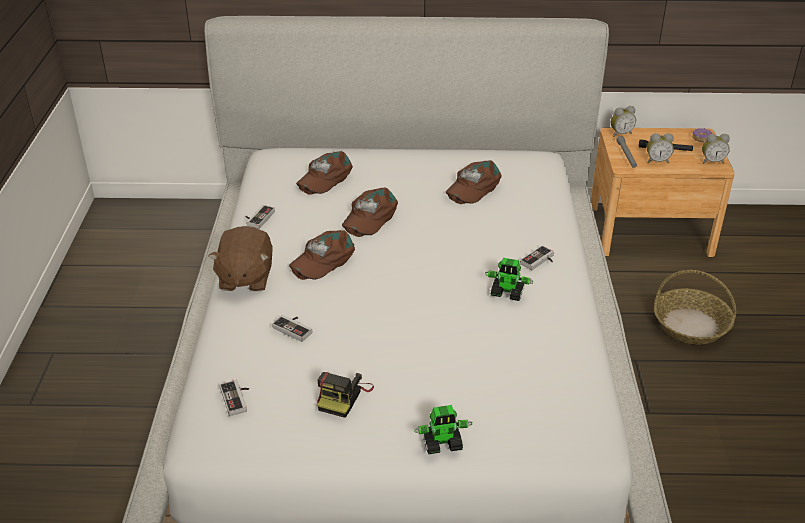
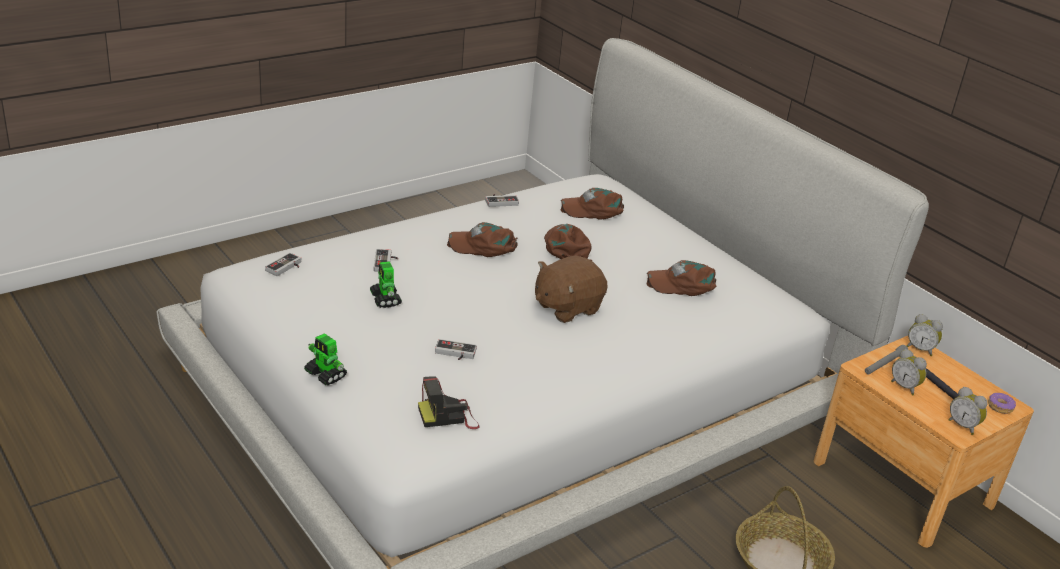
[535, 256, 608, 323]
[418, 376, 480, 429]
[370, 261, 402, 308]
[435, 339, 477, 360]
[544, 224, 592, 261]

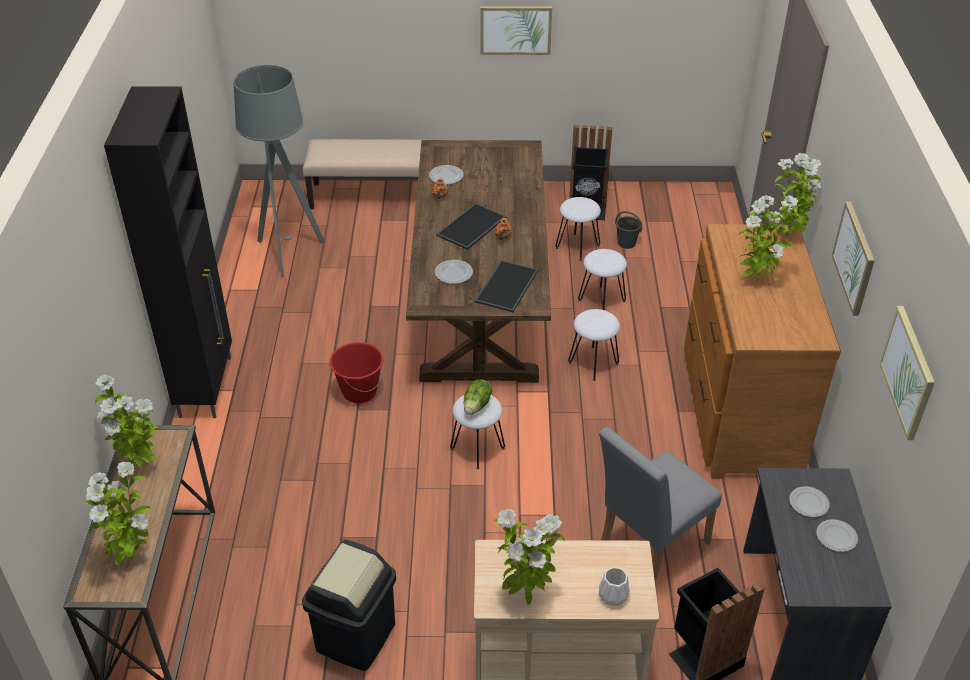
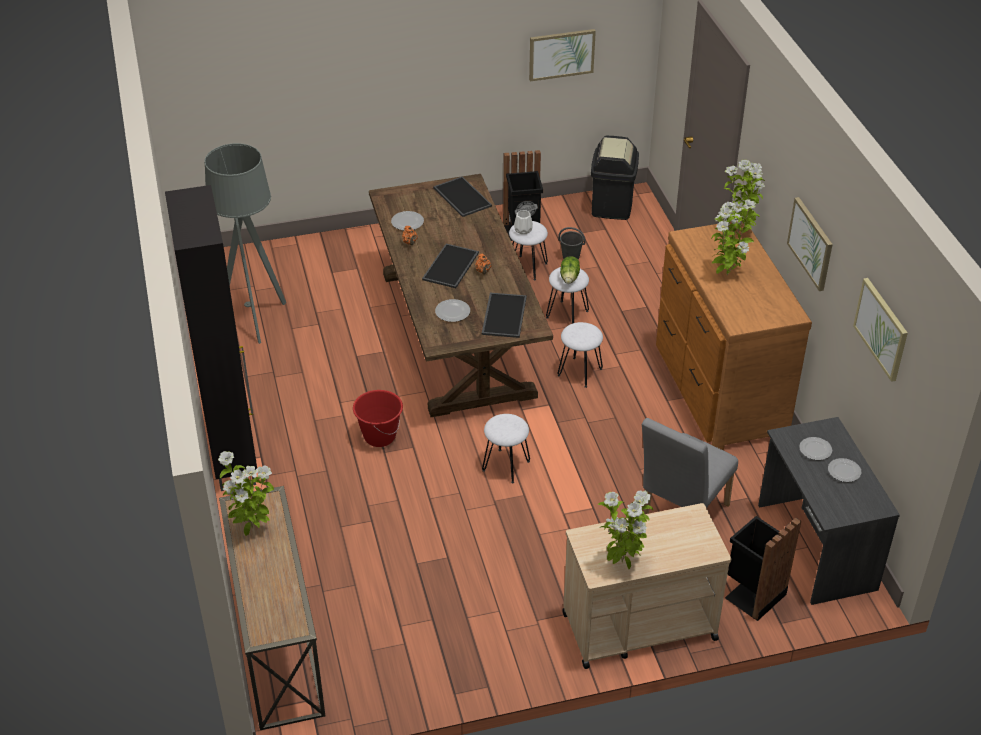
[85, 462, 151, 565] (first image)
[303, 139, 421, 209] (first image)
[433, 177, 492, 217]
[591, 136, 639, 220]
[560, 256, 580, 284]
[529, 29, 596, 82]
[514, 210, 533, 234]

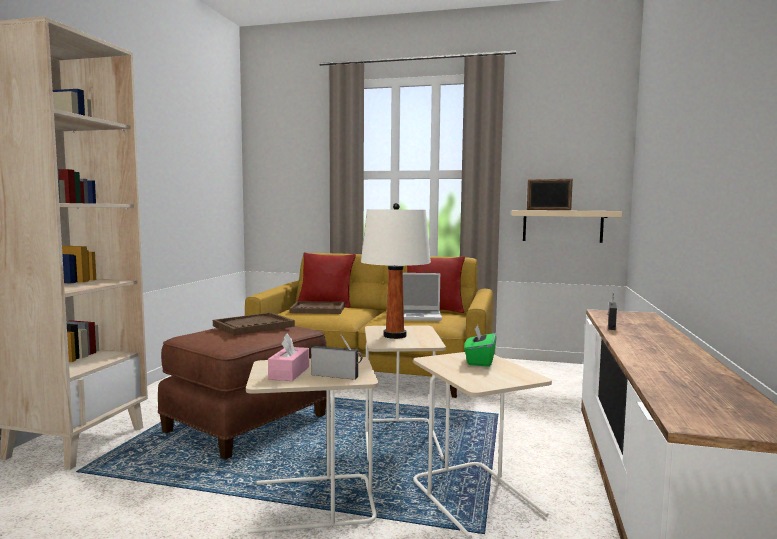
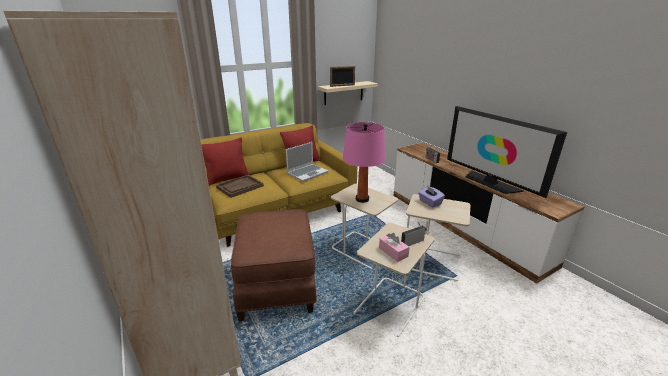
[213, 313, 295, 336] (first image)
[447, 106, 567, 198]
[343, 122, 386, 203]
[418, 186, 445, 207]

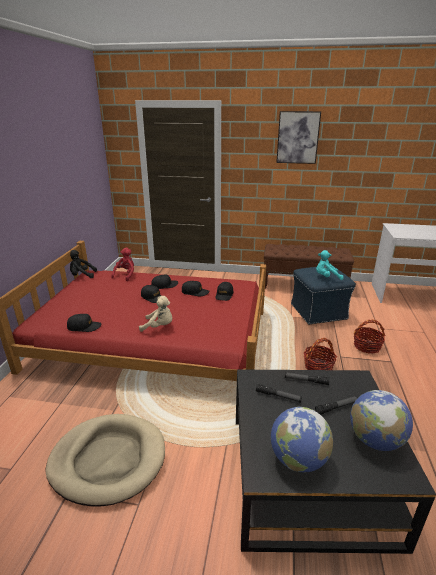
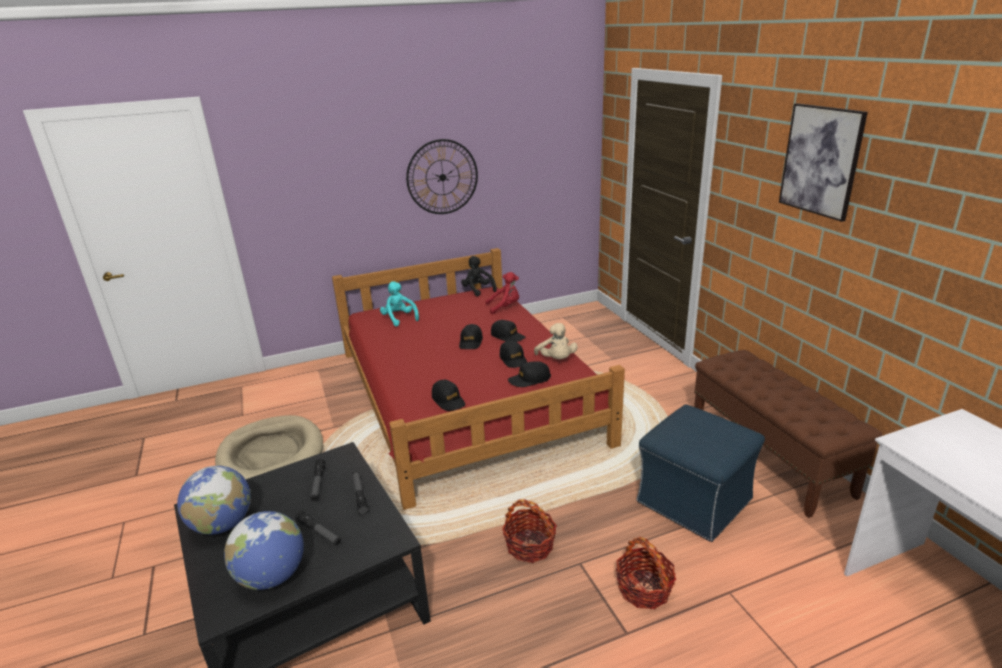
[406, 139, 478, 214]
[432, 380, 465, 411]
[534, 323, 578, 359]
[380, 281, 419, 326]

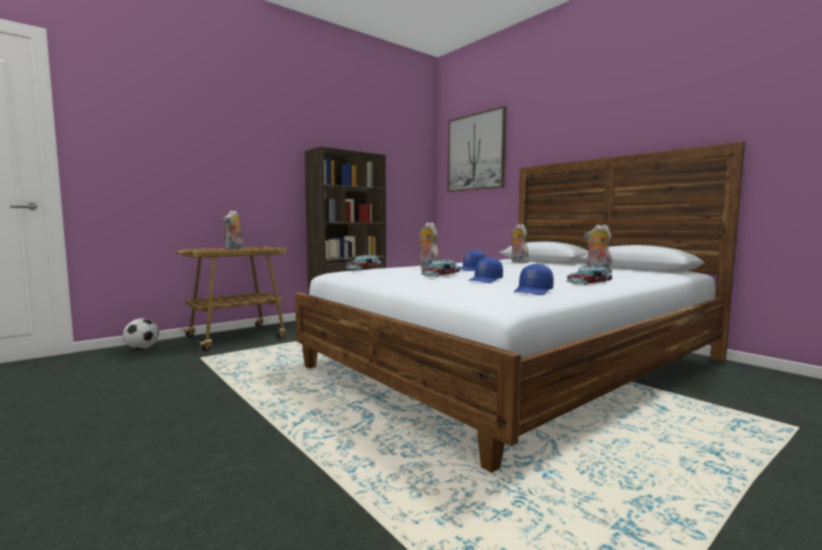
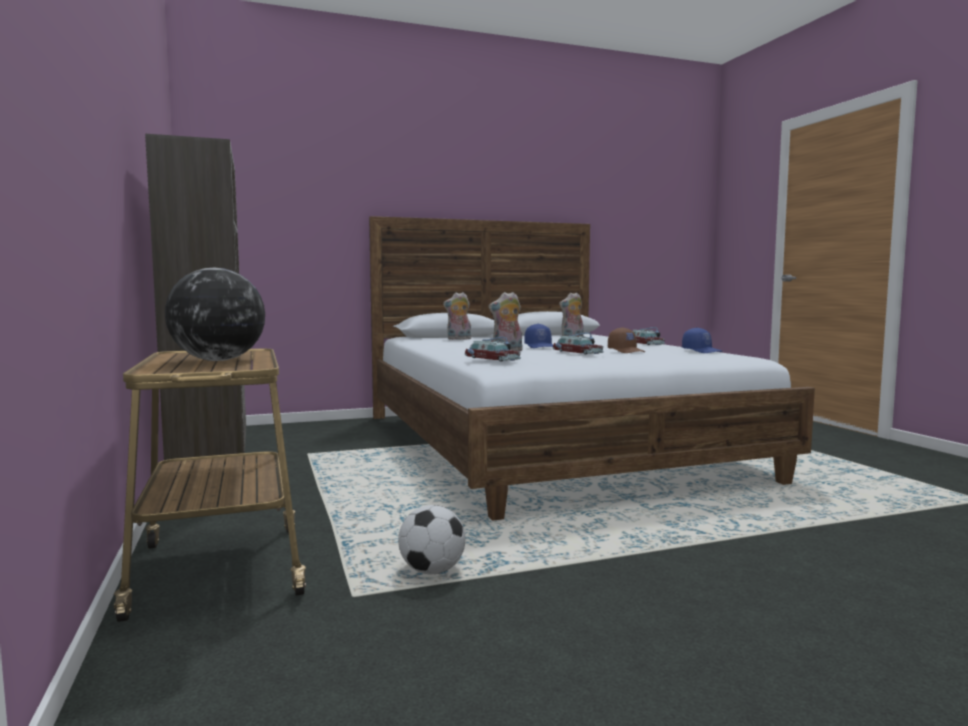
[447, 106, 507, 192] (first image)
[398, 505, 465, 574]
[165, 268, 265, 361]
[608, 327, 645, 353]

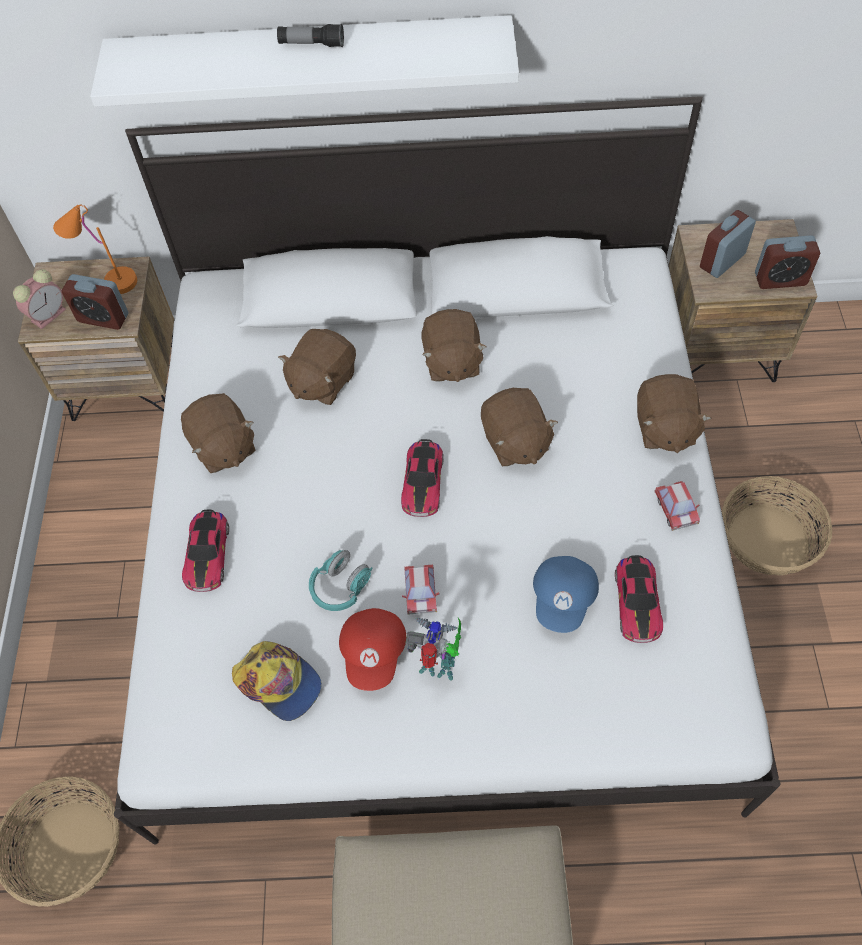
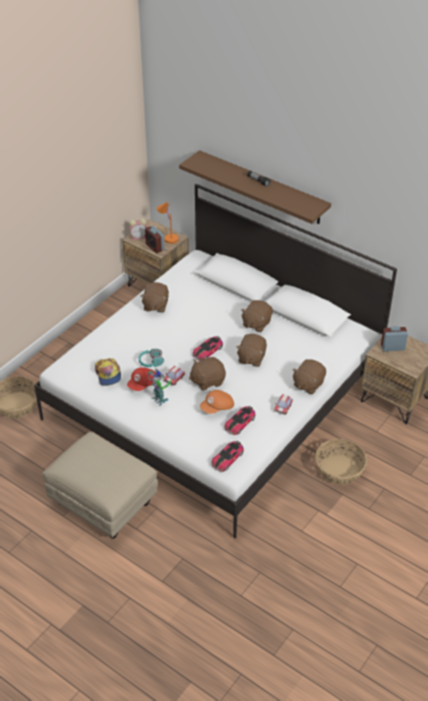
[755, 235, 820, 289] (first image)
[211, 441, 244, 472]
[189, 357, 226, 391]
[179, 150, 331, 224]
[200, 390, 234, 414]

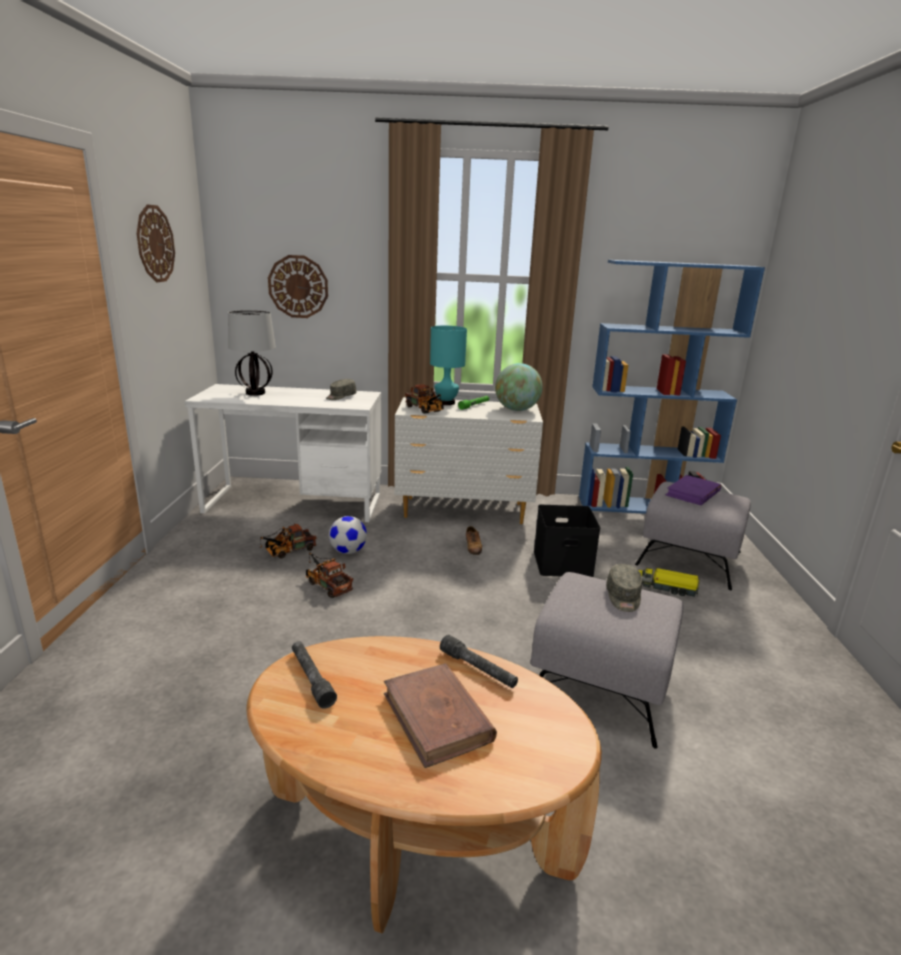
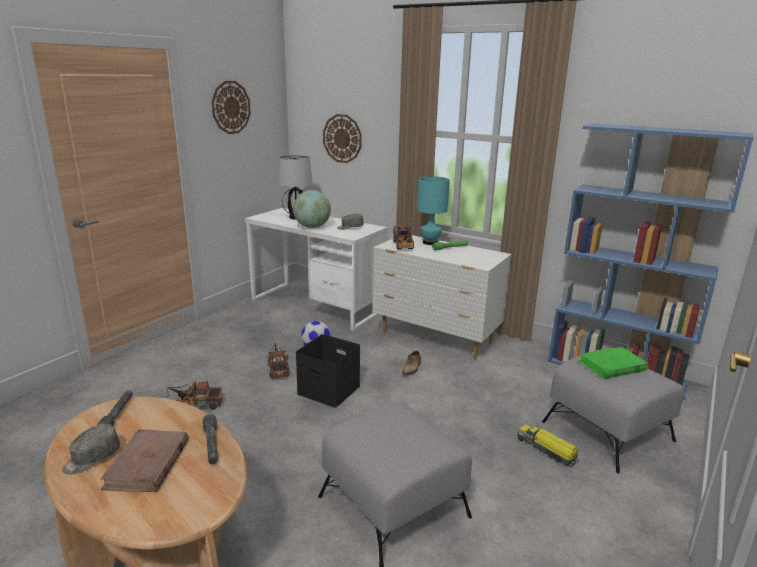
[167, 380, 223, 410]
[293, 190, 331, 228]
[296, 334, 360, 408]
[62, 424, 120, 475]
[578, 347, 648, 379]

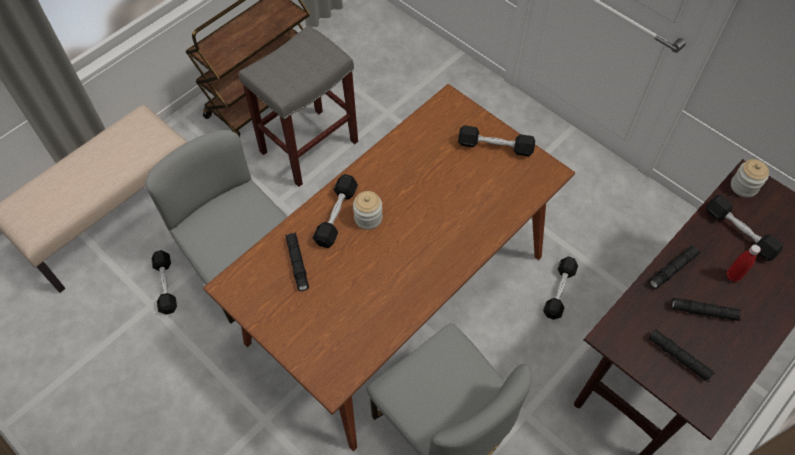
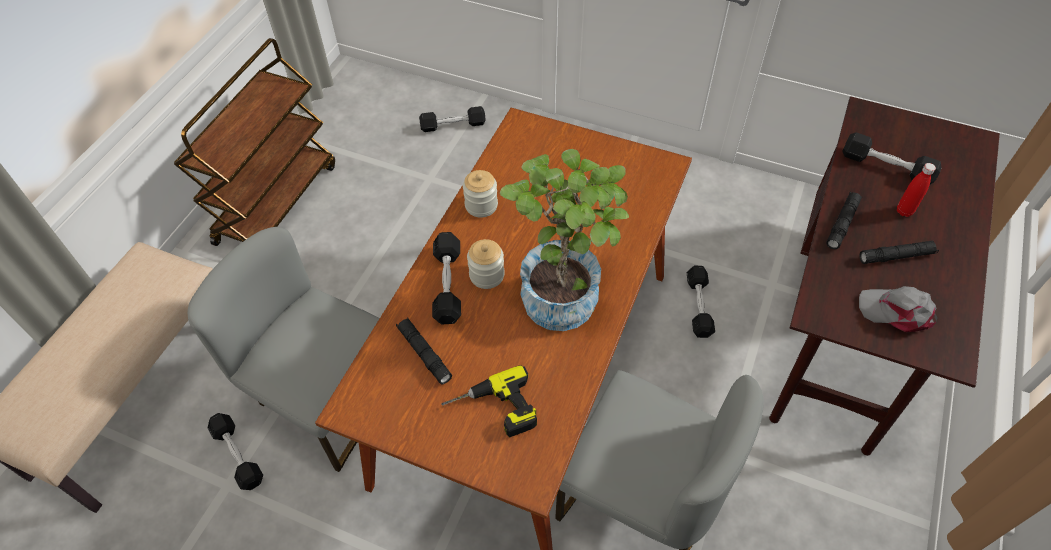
[239, 25, 358, 187] (first image)
[441, 365, 537, 437]
[499, 149, 629, 331]
[419, 106, 486, 132]
[463, 170, 498, 217]
[859, 286, 937, 332]

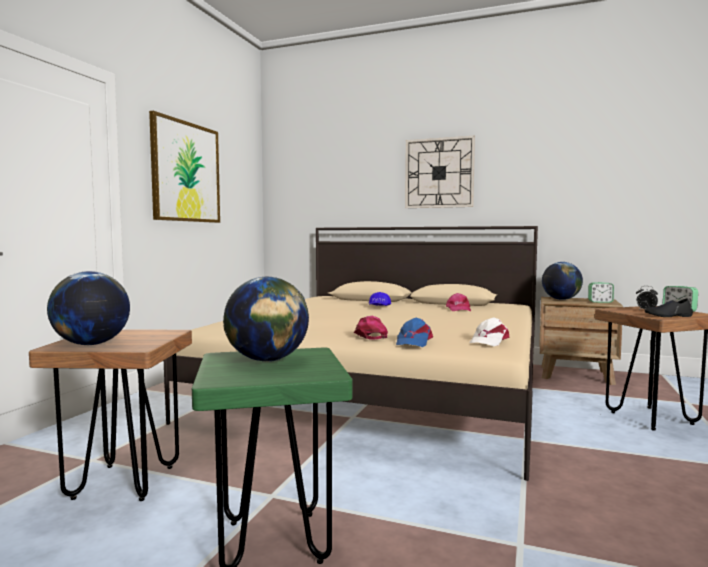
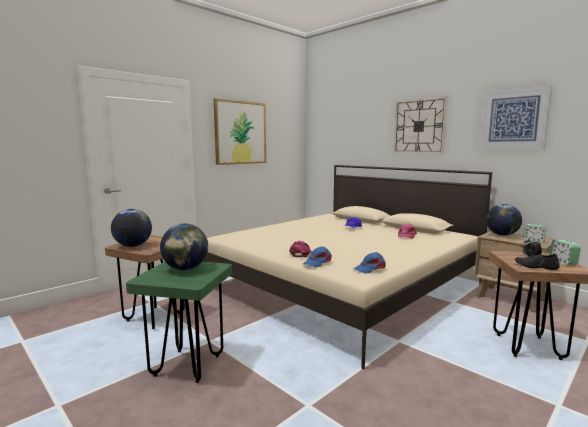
[479, 85, 552, 149]
[353, 252, 386, 274]

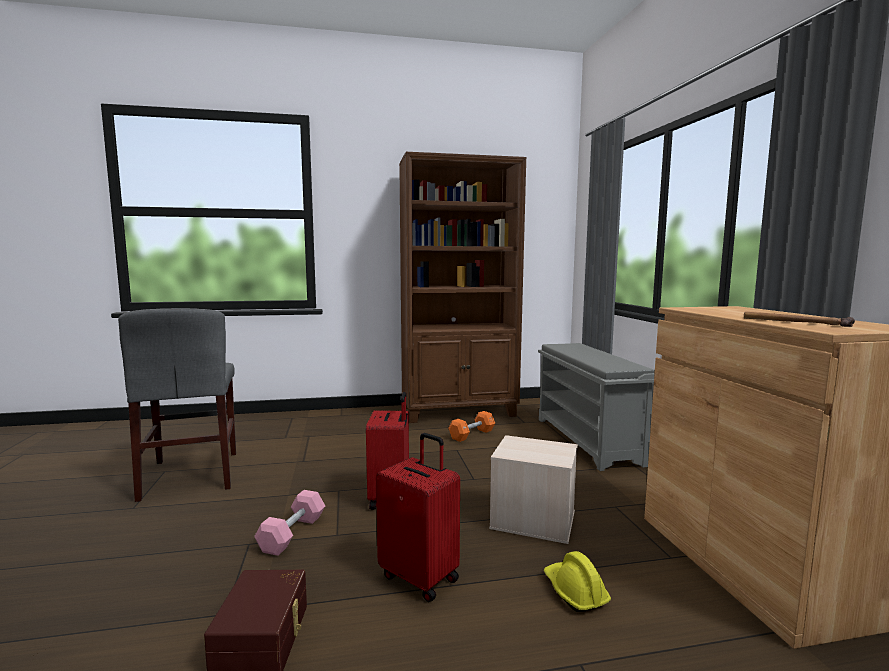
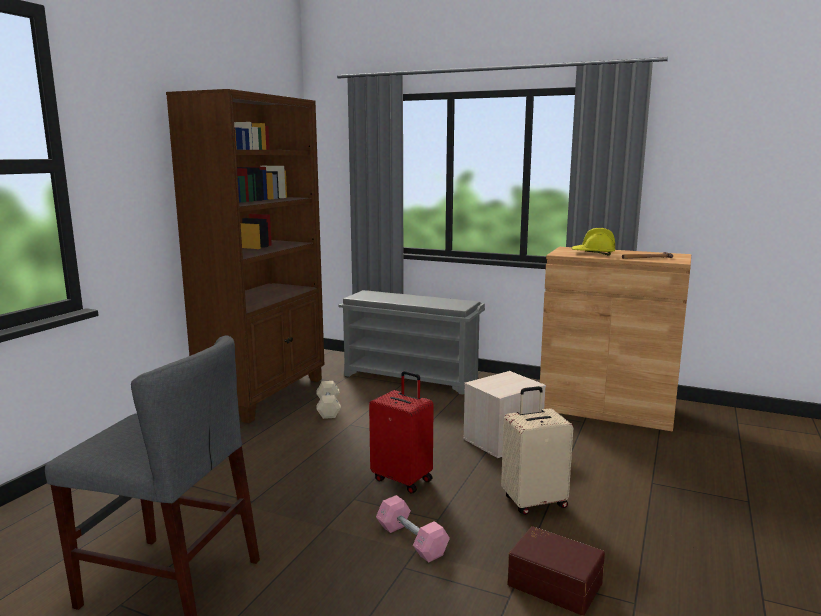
[571, 228, 615, 256]
[501, 386, 573, 515]
[316, 381, 341, 419]

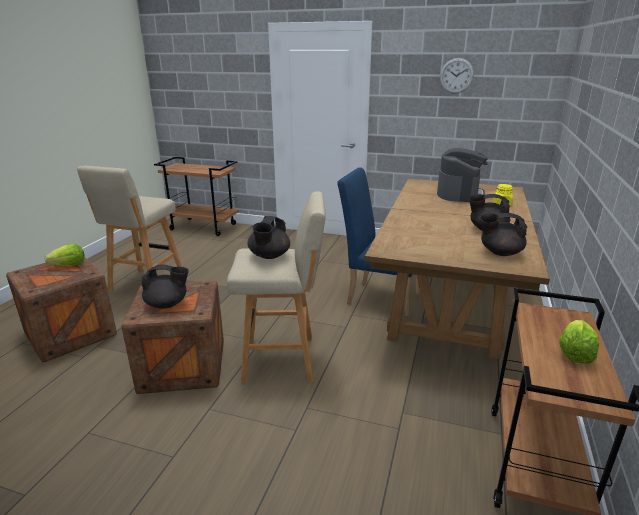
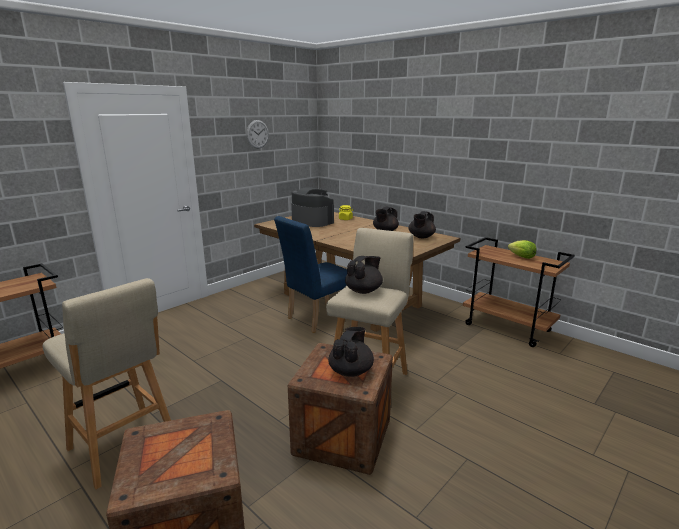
[45, 244, 84, 266] (first image)
[345, 256, 383, 294]

